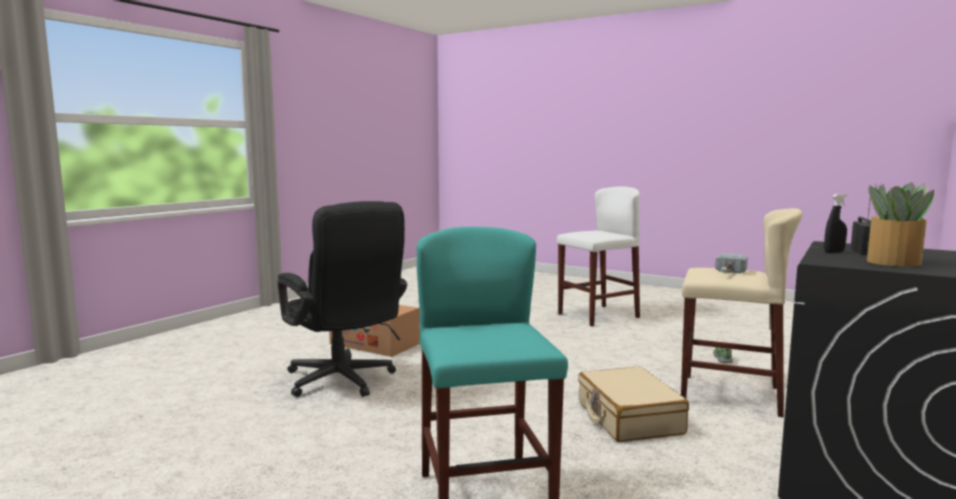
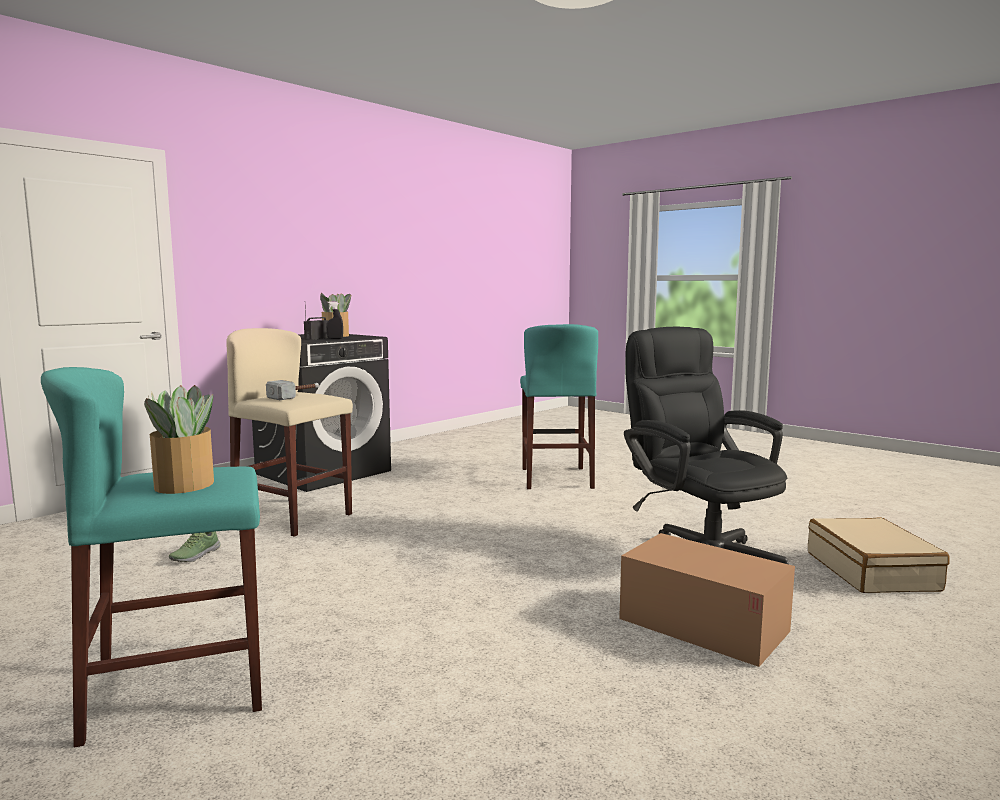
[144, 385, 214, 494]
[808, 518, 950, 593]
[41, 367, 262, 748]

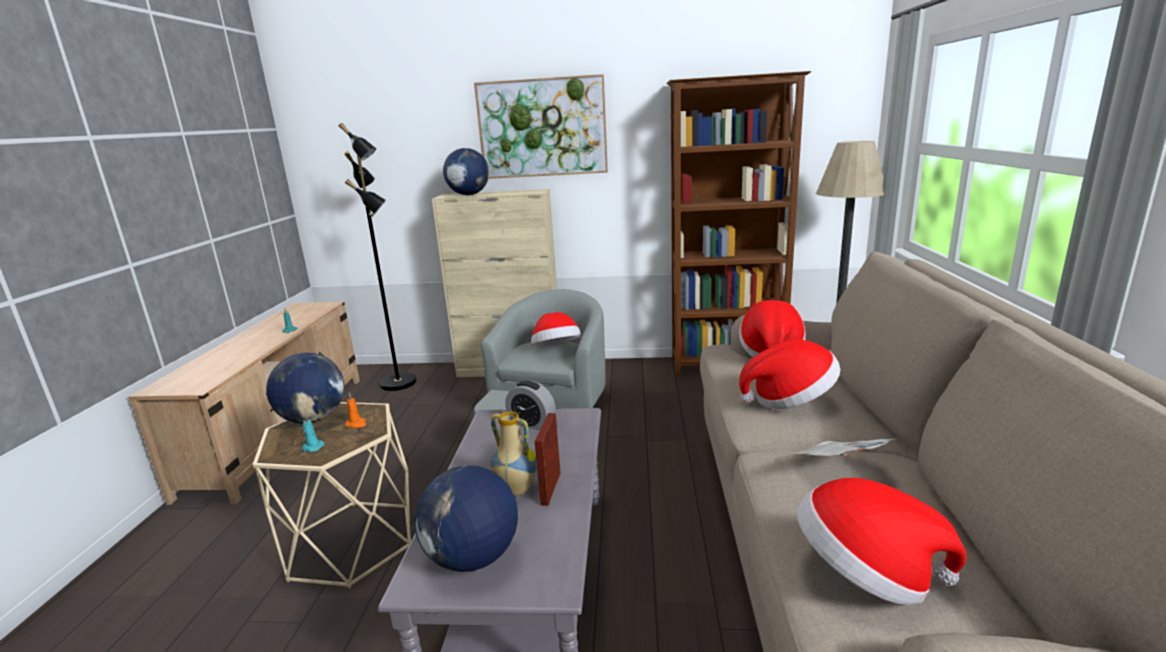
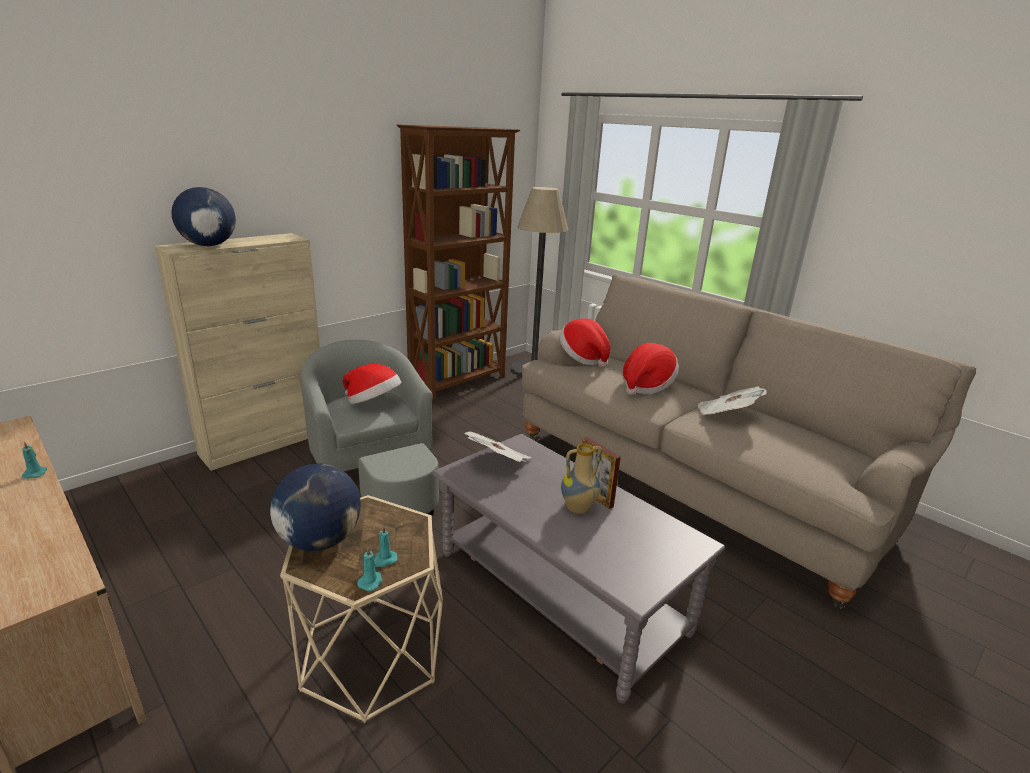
[339, 123, 417, 391] (first image)
[345, 393, 366, 428] (first image)
[414, 465, 518, 572] (first image)
[474, 74, 608, 179] (first image)
[797, 478, 967, 605] (first image)
[357, 548, 383, 591]
[464, 432, 531, 462]

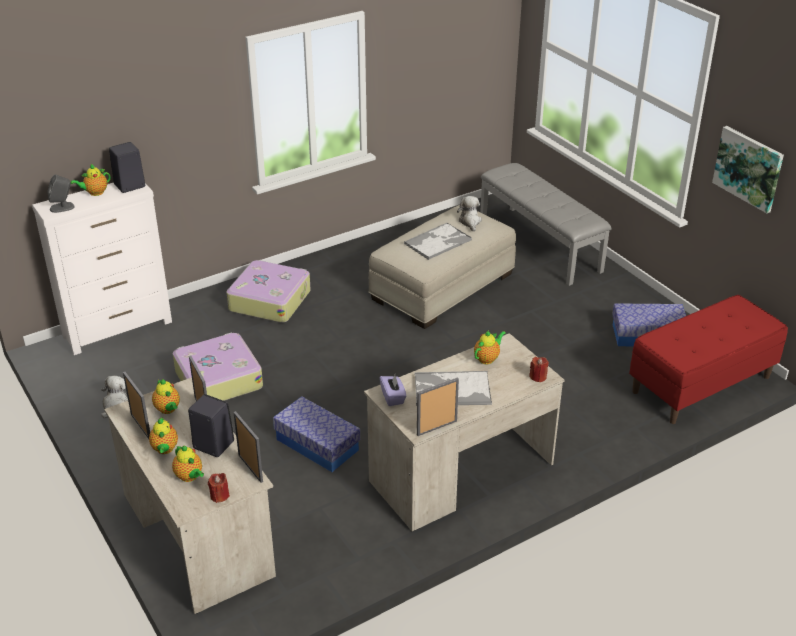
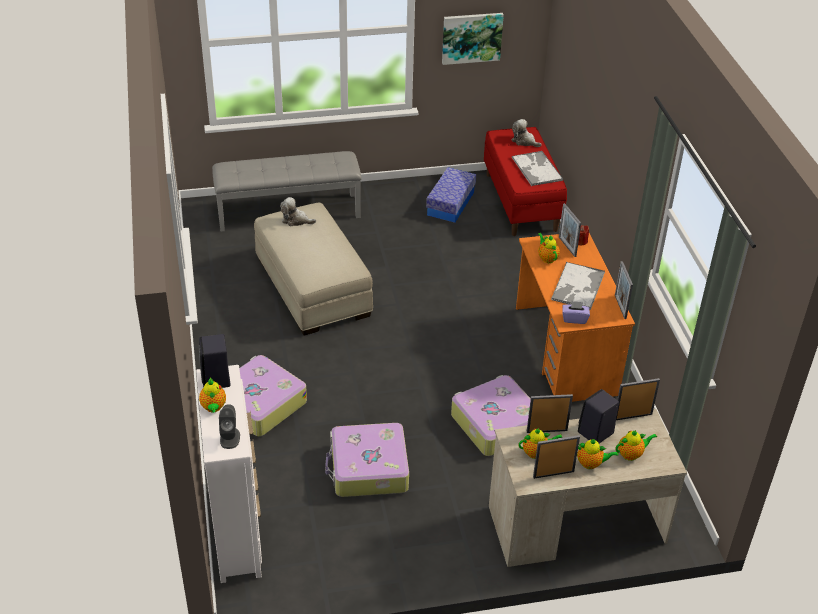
[208, 473, 230, 503] (first image)
[559, 203, 581, 257]
[511, 119, 542, 147]
[512, 151, 563, 186]
[451, 375, 531, 456]
[516, 233, 635, 402]

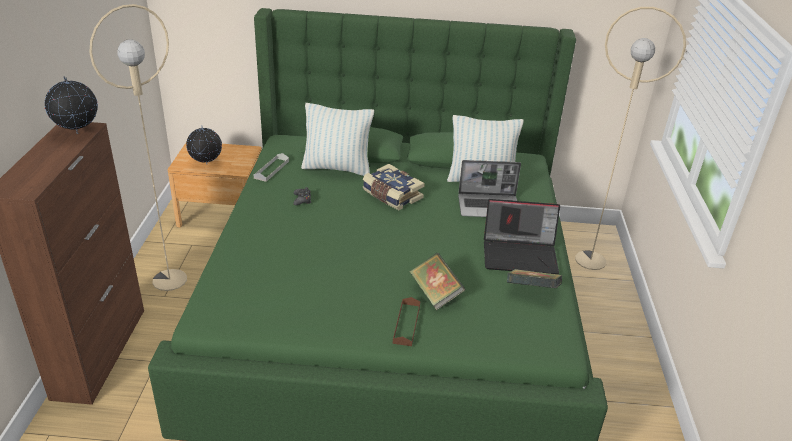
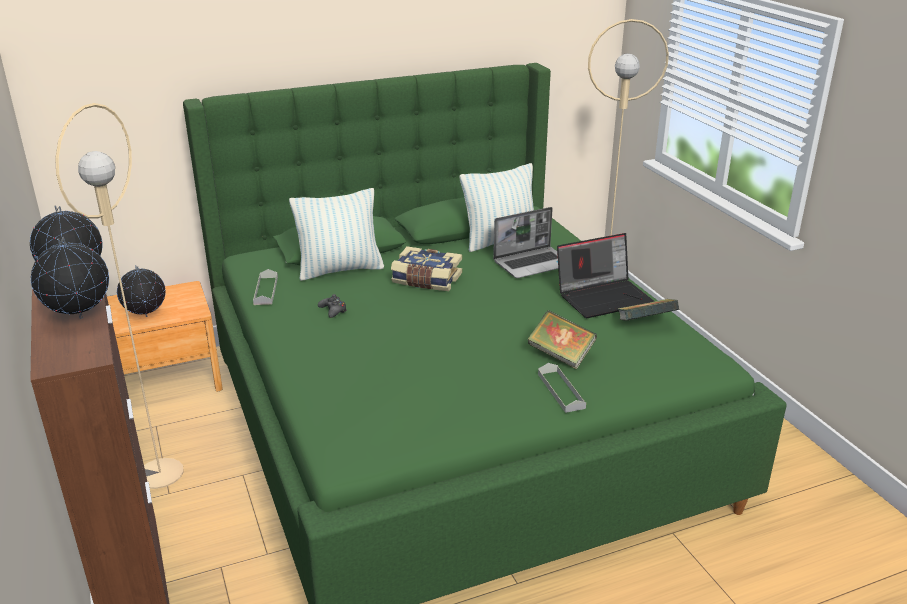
[31, 237, 109, 319]
[538, 363, 586, 413]

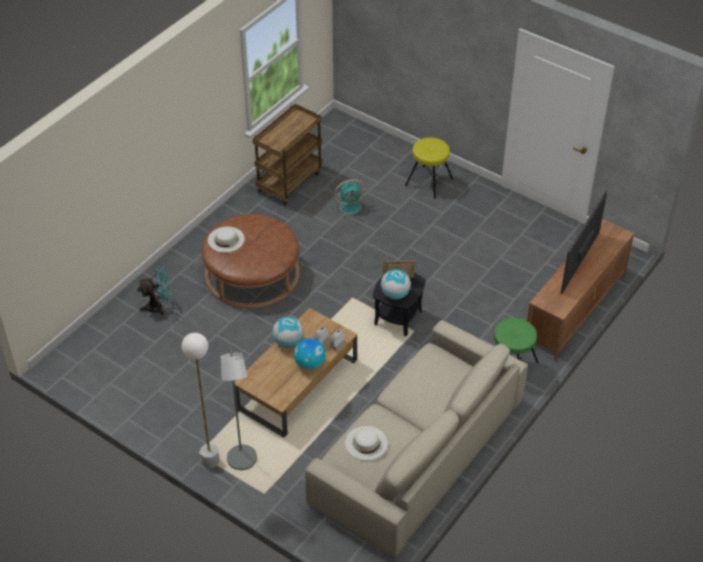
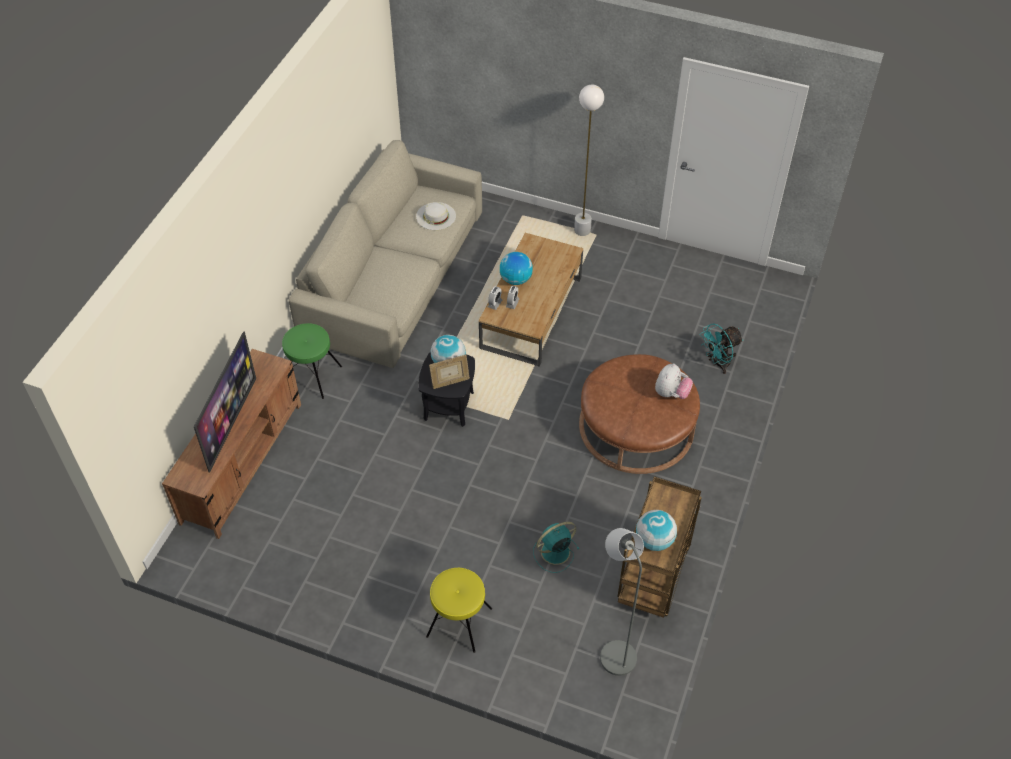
[600, 528, 644, 676]
[636, 510, 677, 551]
[655, 363, 693, 399]

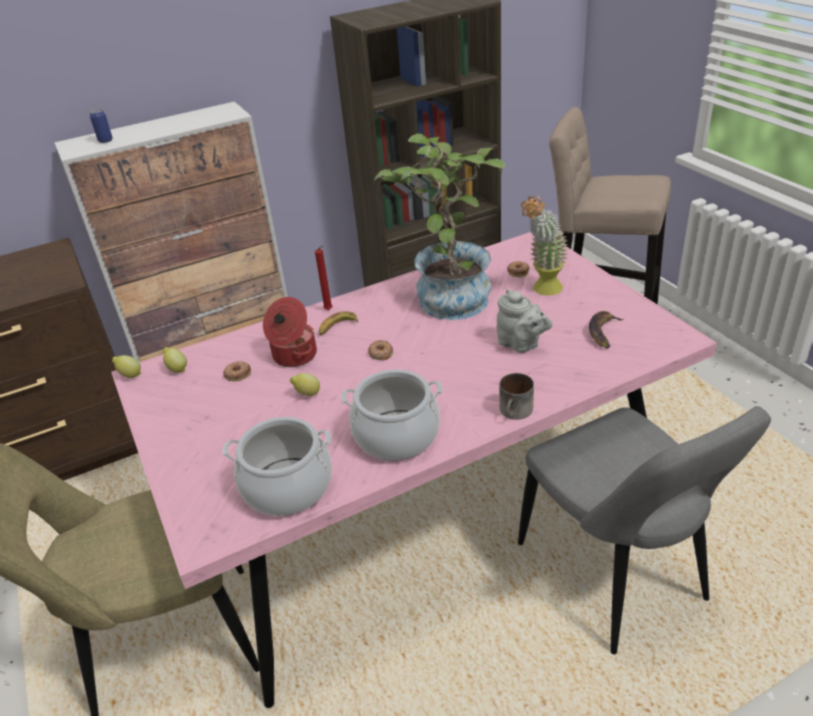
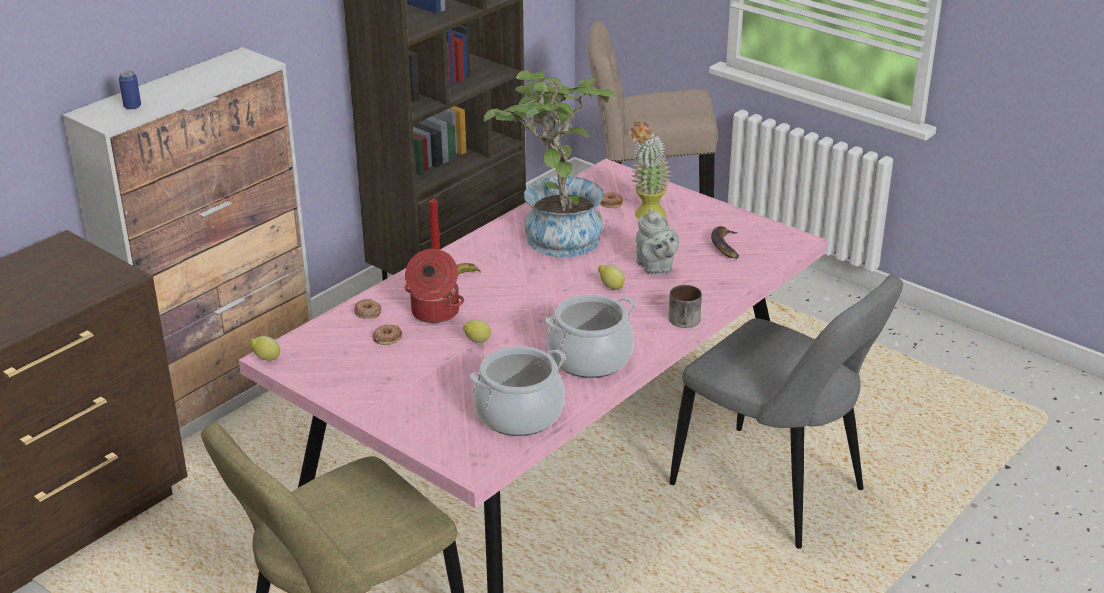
[598, 265, 625, 290]
[354, 299, 381, 319]
[636, 209, 679, 274]

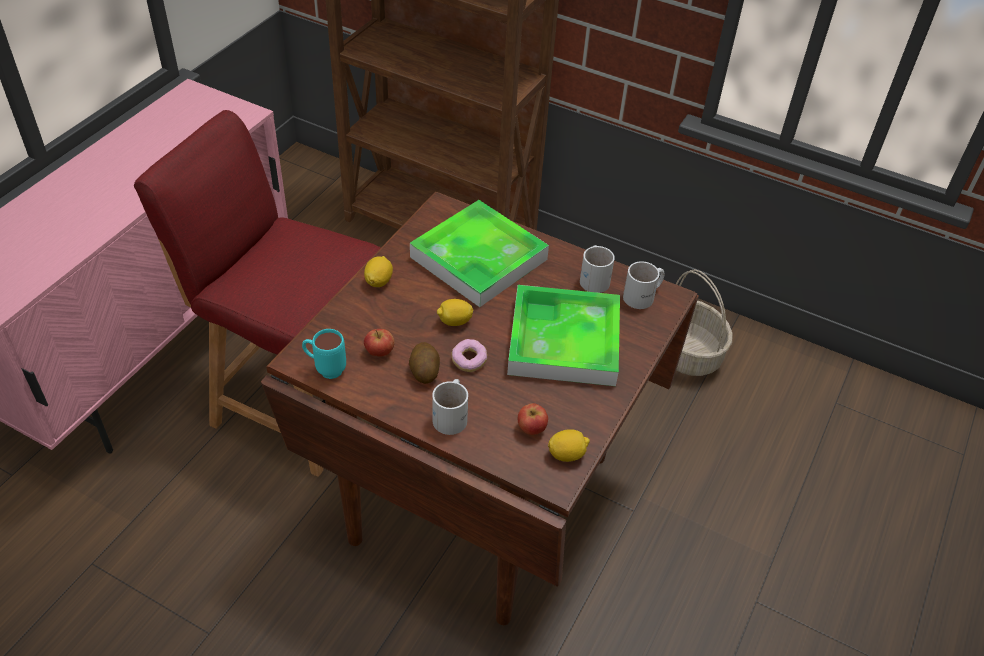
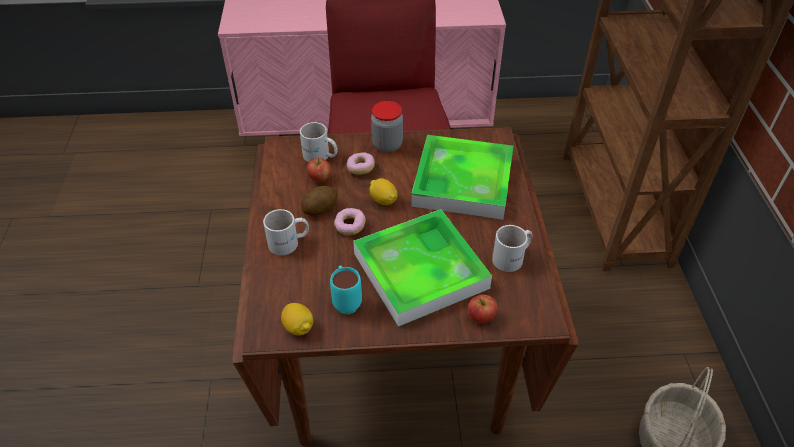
[347, 152, 375, 175]
[330, 266, 362, 314]
[468, 294, 497, 324]
[300, 122, 338, 162]
[371, 101, 403, 153]

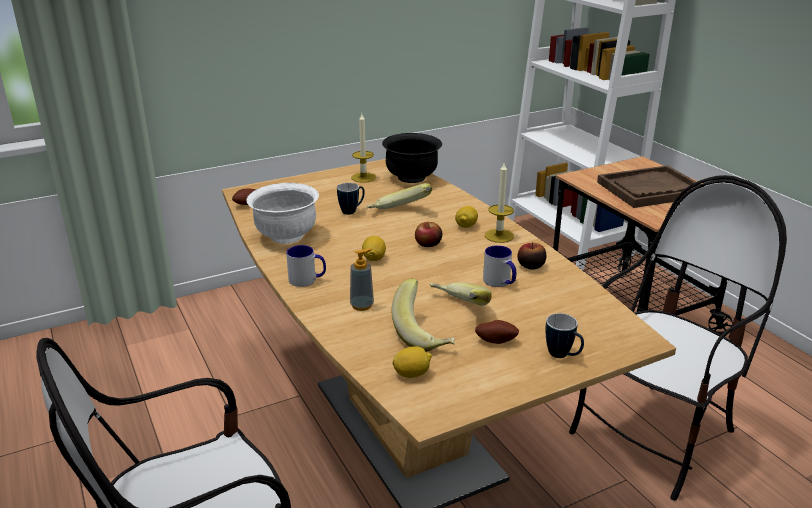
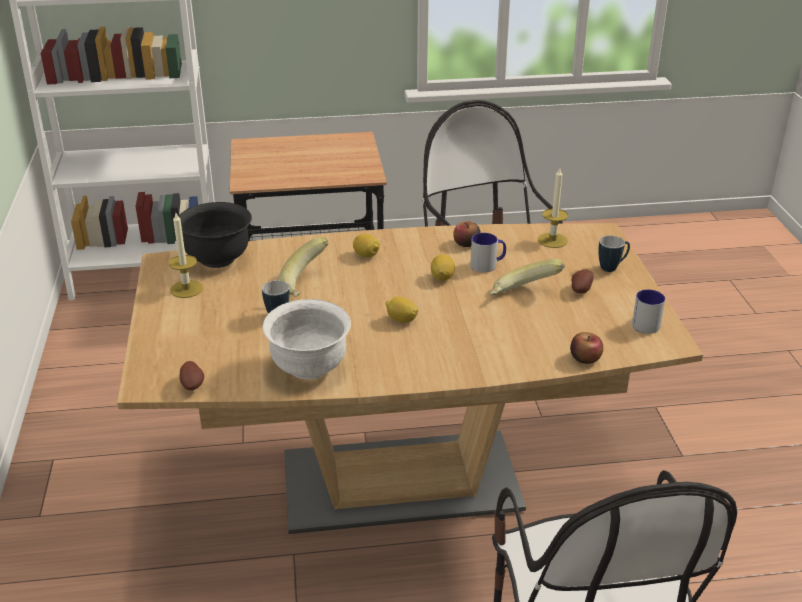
[350, 248, 374, 311] (first image)
[392, 278, 455, 352] (first image)
[597, 165, 700, 208] (first image)
[632, 289, 665, 334]
[431, 254, 455, 281]
[570, 332, 603, 364]
[538, 168, 568, 248]

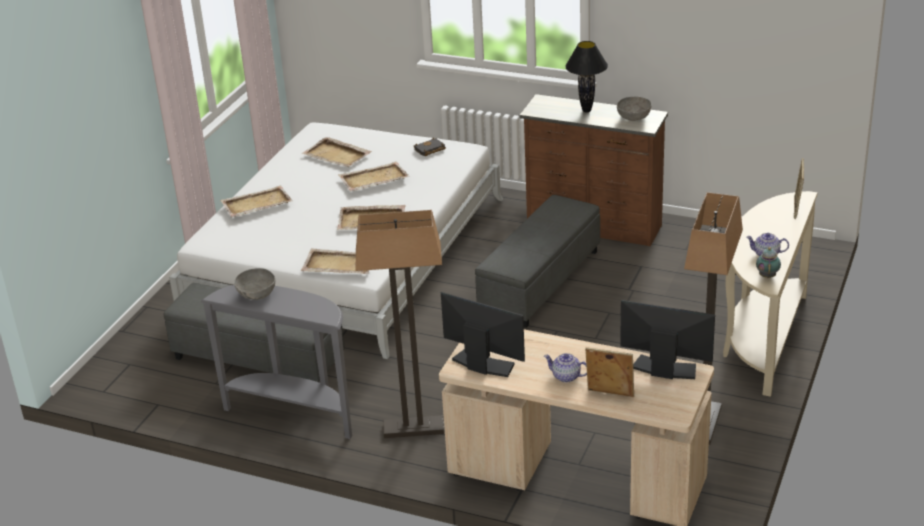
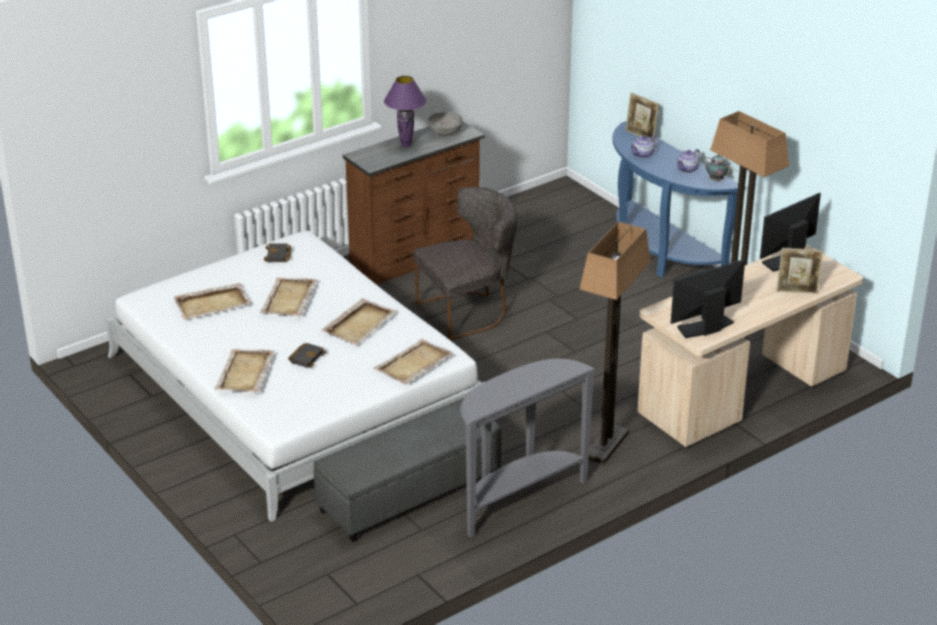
[234, 268, 275, 300] (first image)
[288, 343, 326, 368]
[630, 135, 657, 158]
[413, 187, 517, 340]
[384, 76, 426, 147]
[612, 121, 738, 278]
[777, 248, 823, 294]

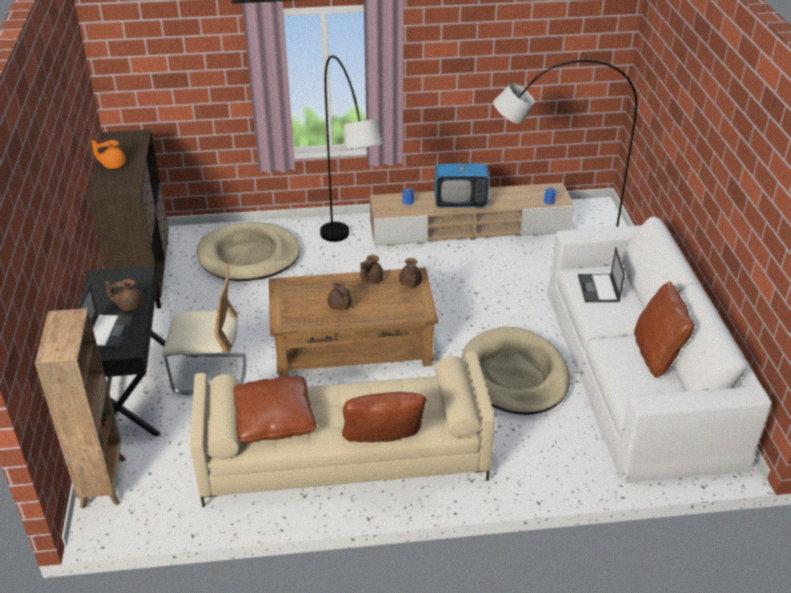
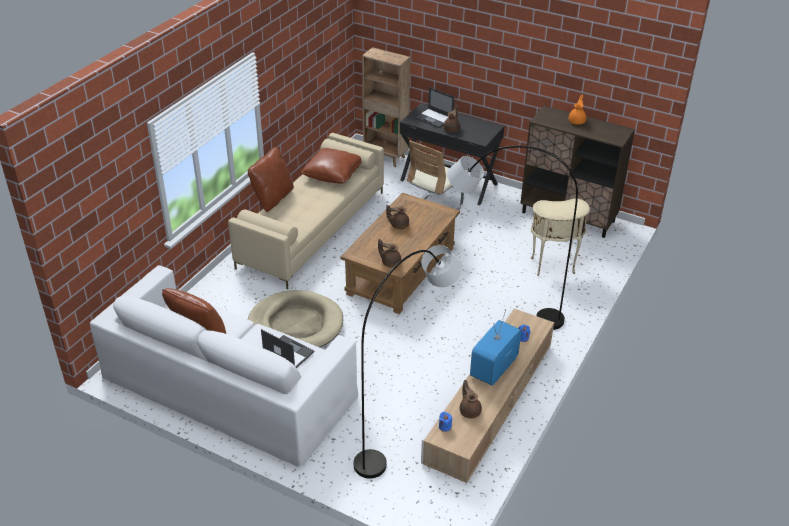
[460, 380, 482, 419]
[531, 199, 590, 276]

